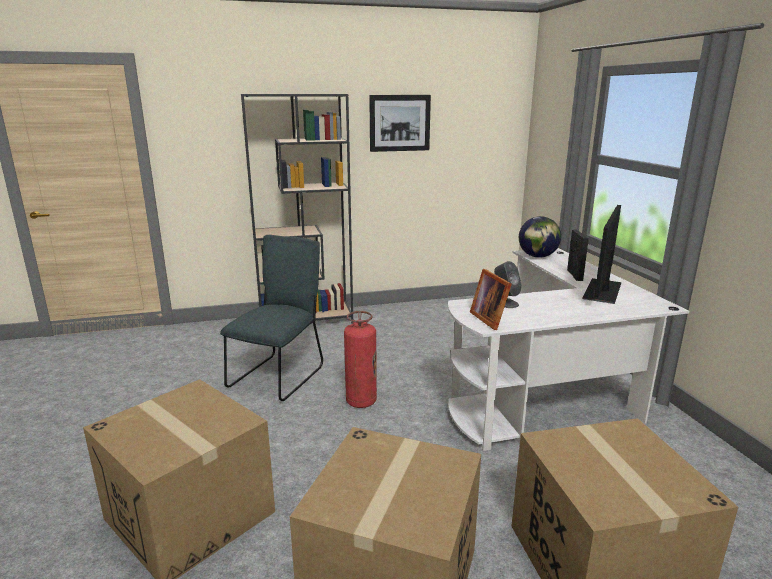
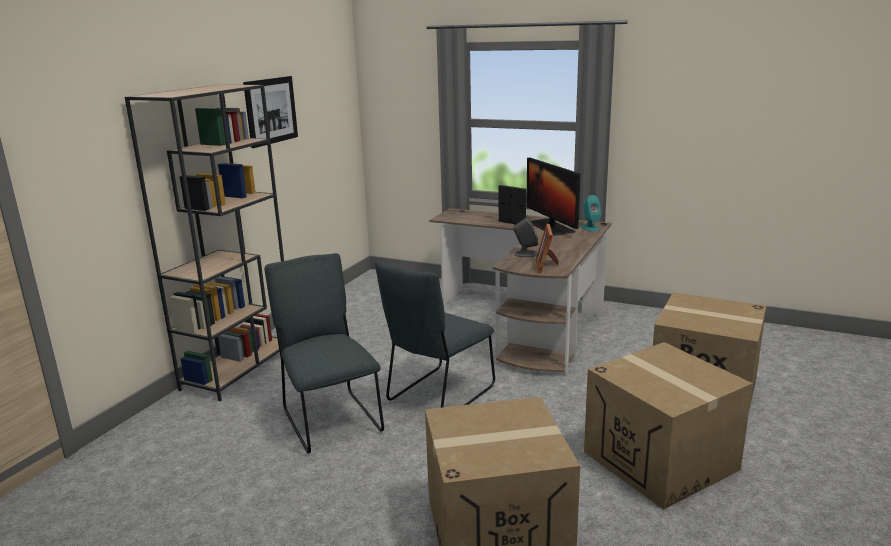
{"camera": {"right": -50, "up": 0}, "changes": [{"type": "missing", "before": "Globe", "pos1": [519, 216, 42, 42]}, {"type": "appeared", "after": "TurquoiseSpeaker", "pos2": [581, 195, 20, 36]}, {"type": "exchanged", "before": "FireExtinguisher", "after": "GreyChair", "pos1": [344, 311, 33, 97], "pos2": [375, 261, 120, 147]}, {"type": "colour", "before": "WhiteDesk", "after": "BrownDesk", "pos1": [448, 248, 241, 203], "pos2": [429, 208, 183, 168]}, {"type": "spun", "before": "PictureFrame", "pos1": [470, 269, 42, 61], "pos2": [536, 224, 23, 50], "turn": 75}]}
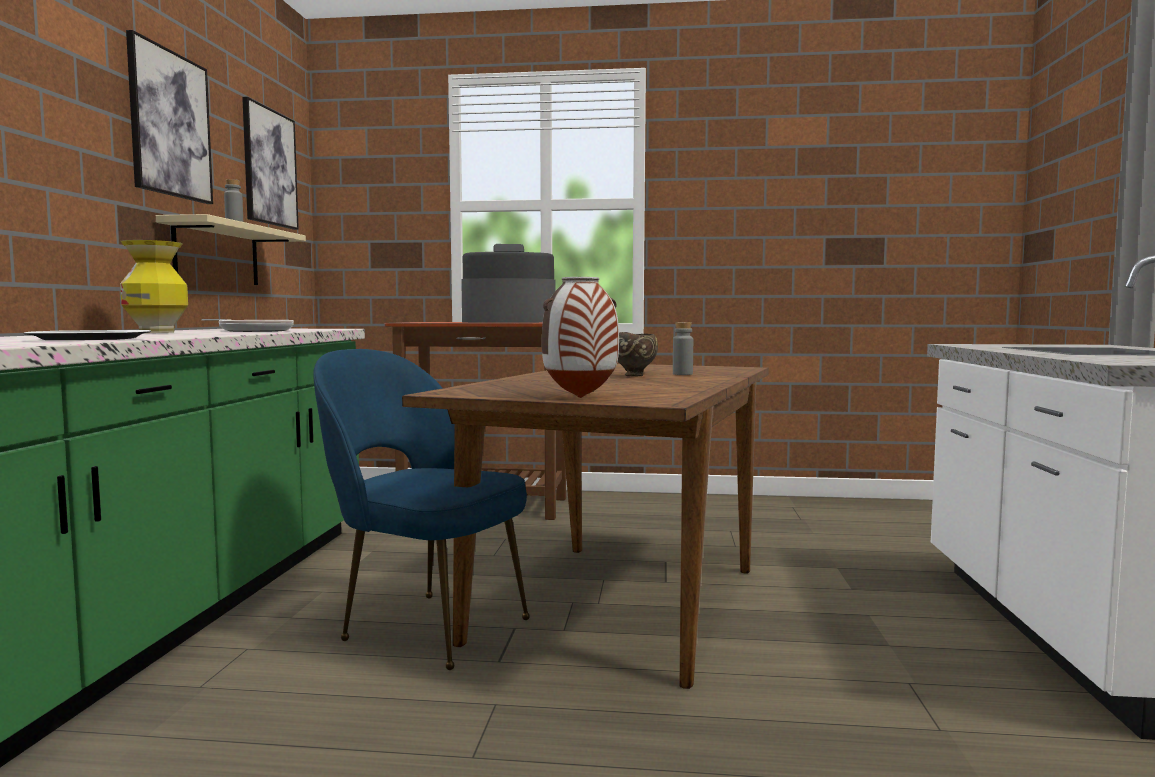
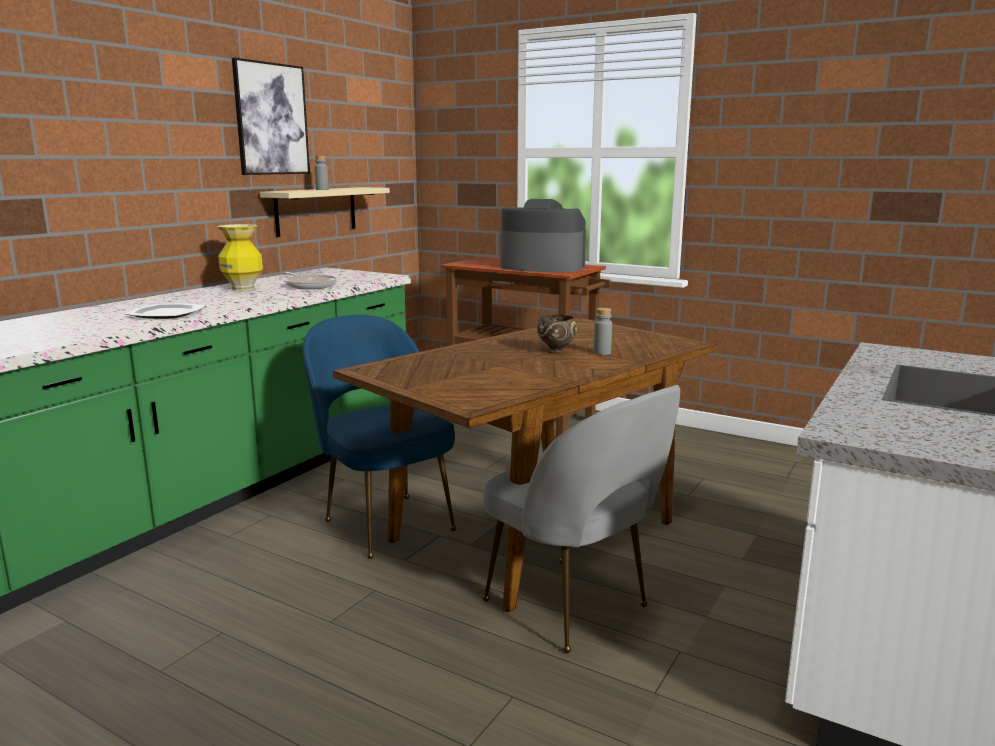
{"camera": {"right": 25, "up": 10}, "changes": [{"type": "missing", "before": "Picture", "pos1": [242, 97, 57, 133]}, {"type": "missing", "before": "Vase", "pos1": [542, 277, 77, 121]}, {"type": "appeared", "after": "GreyChair", "pos2": [483, 385, 197, 268]}]}
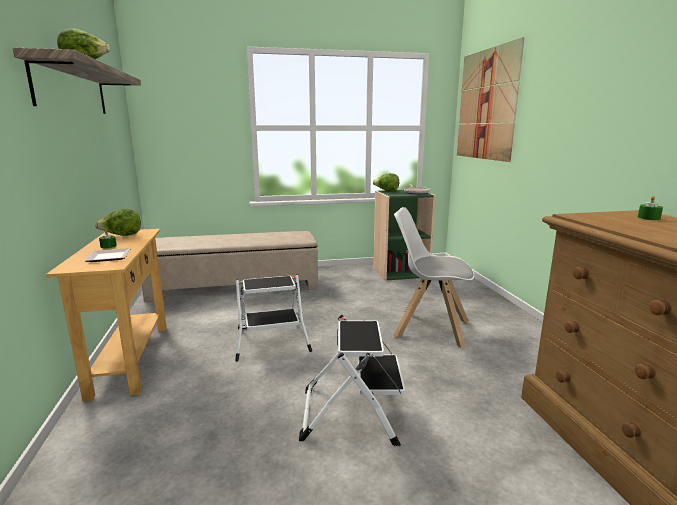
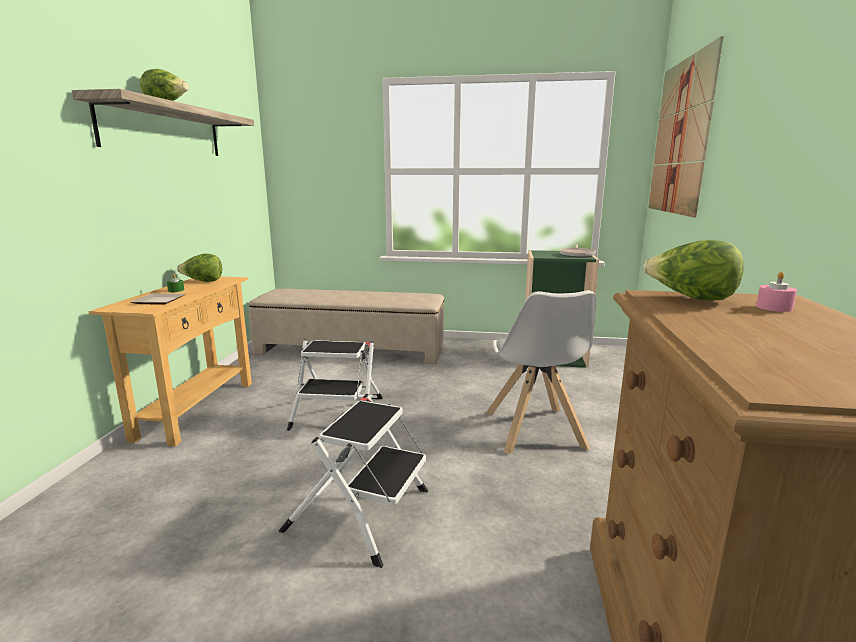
{"camera": {"right": 20, "up": 0}, "changes": [{"type": "relocated", "before": "Lettuce", "pos1": [373, 173, 26, 19], "pos2": [643, 240, 100, 61]}, {"type": "colour", "before": "GreenCandle", "after": "PinkCandle", "pos1": [638, 196, 25, 24], "pos2": [756, 271, 41, 41]}, {"type": "spun", "before": "Chair", "pos1": [393, 207, 81, 141], "pos2": [486, 290, 111, 165], "turn": -135}]}
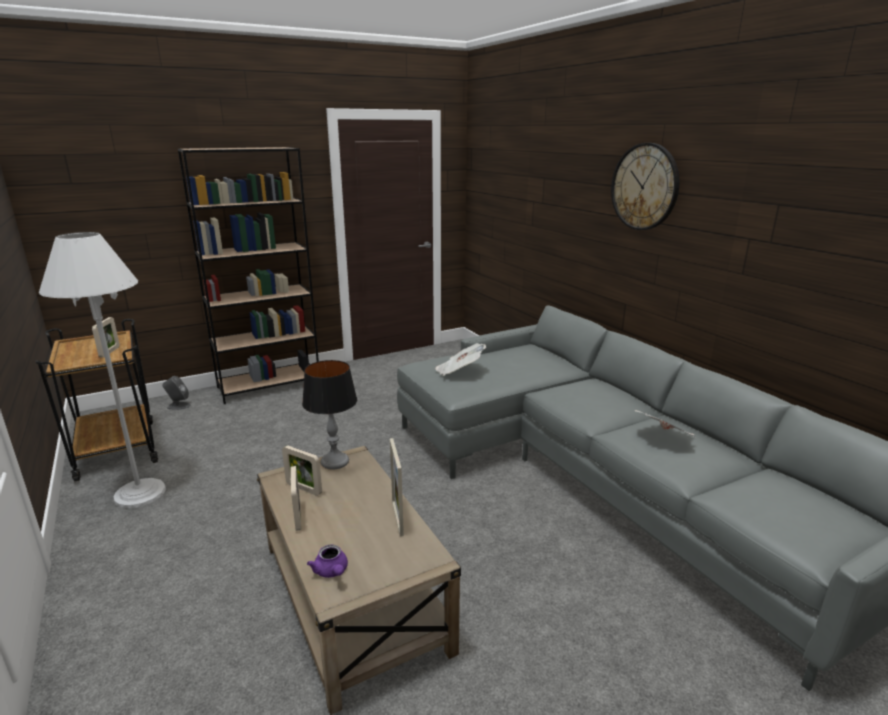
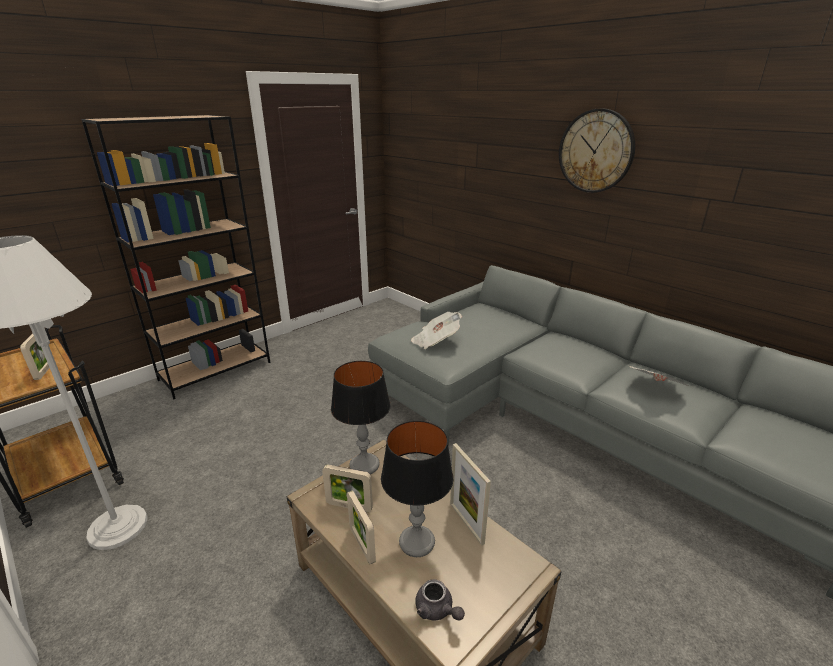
{"camera": {"right": -15, "up": 5}, "changes": [{"type": "missing", "before": "GreySpeaker", "pos1": [163, 376, 28, 34]}, {"type": "appeared", "after": "TableLamp", "pos2": [381, 421, 72, 136]}, {"type": "colour", "before": "PurpleTeapot", "after": "GreyTeapot", "pos1": [307, 544, 41, 34], "pos2": [415, 579, 50, 41]}]}
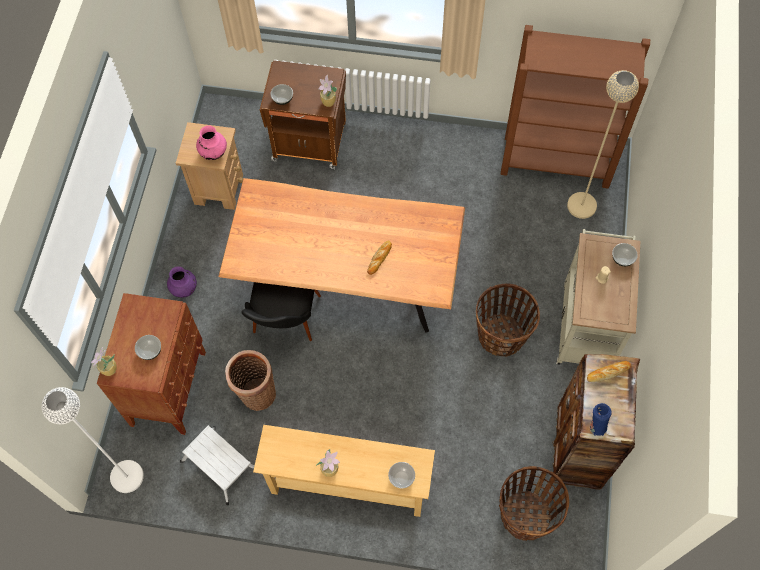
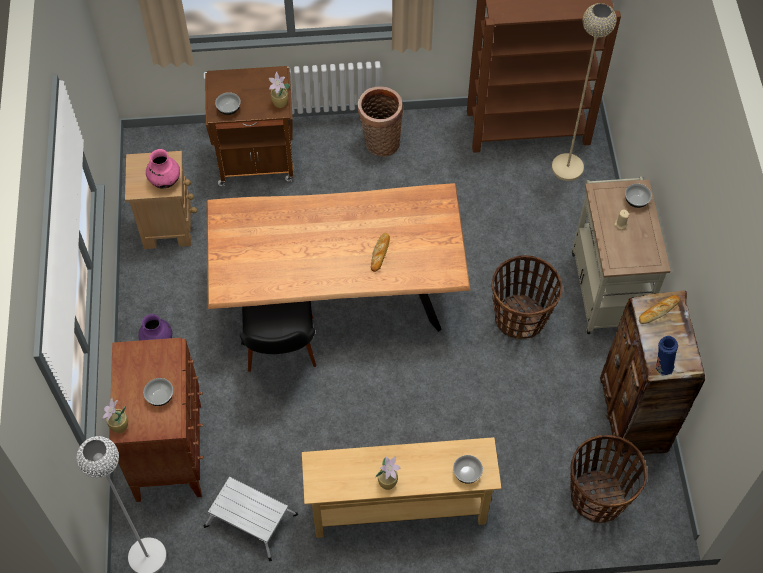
{"camera": {"right": -15, "up": -5}, "changes": [{"type": "relocated", "before": "Basket", "pos1": [225, 350, 51, 61], "pos2": [357, 86, 46, 71]}]}
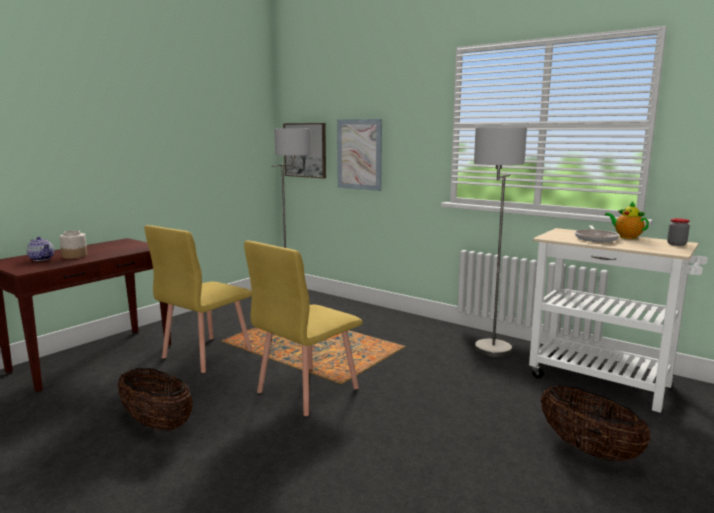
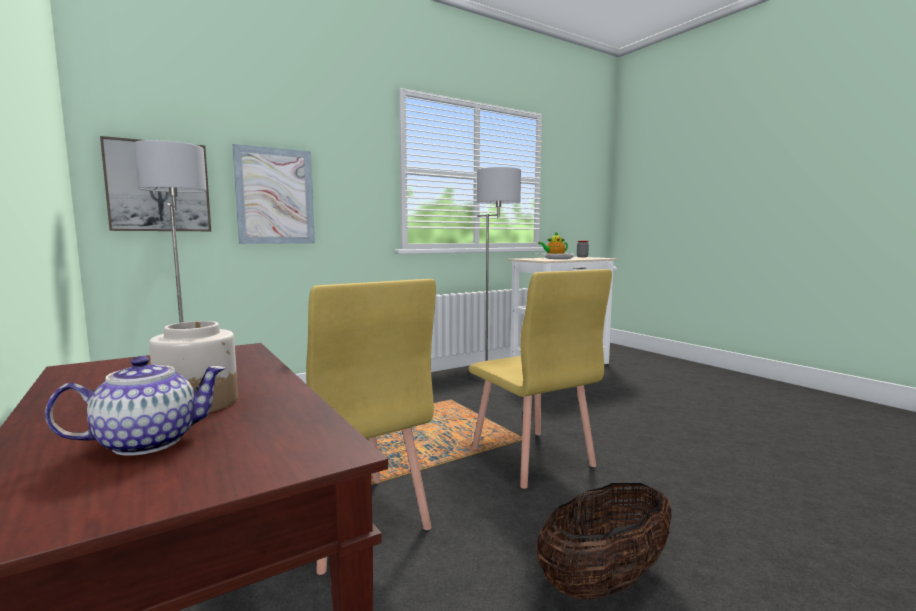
{"camera": {"right": -70, "up": -5}, "changes": [{"type": "missing", "before": "Basket", "pos1": [540, 385, 111, 77]}]}
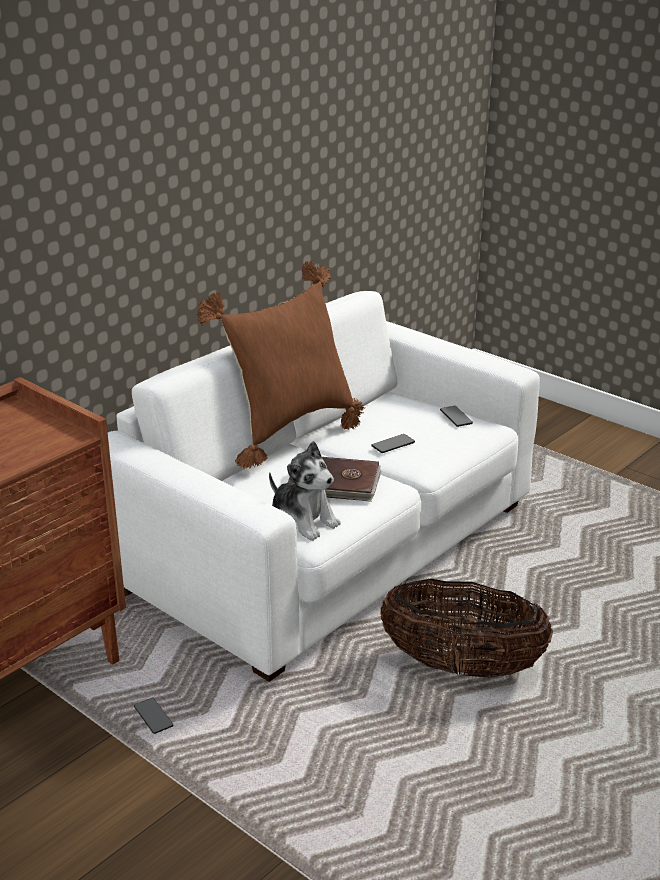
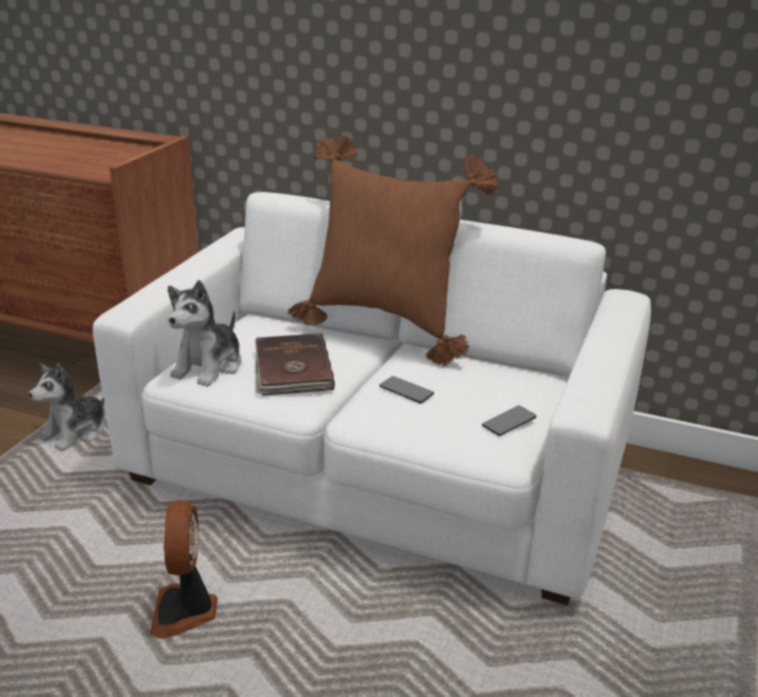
{"camera": {"right": 70, "up": 0}, "changes": [{"type": "exchanged", "before": "Phone", "after": "PlushToy", "pos1": [134, 698, 40, 36], "pos2": [29, 363, 76, 88]}, {"type": "exchanged", "before": "Basket", "after": "Fan", "pos1": [380, 579, 173, 99], "pos2": [150, 500, 68, 139]}]}
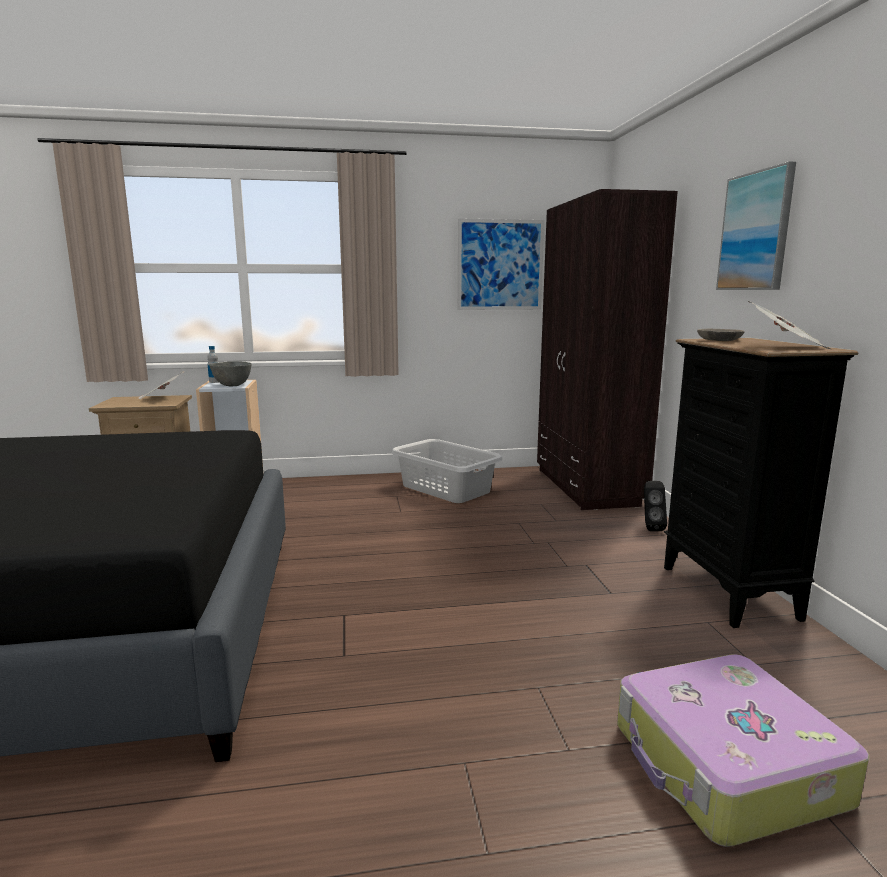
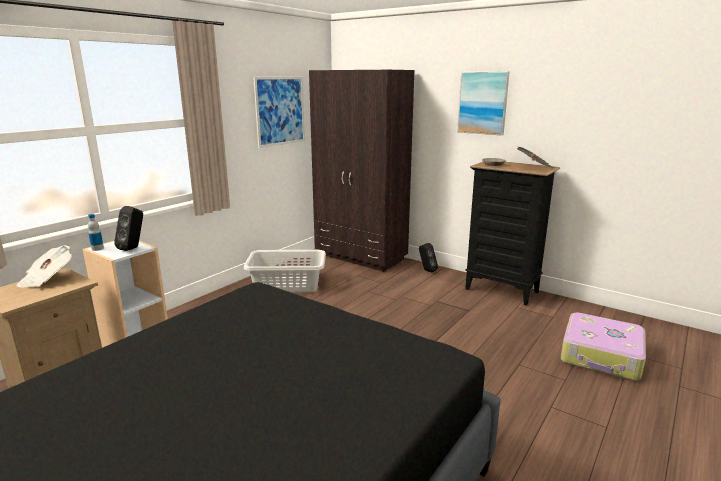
{"camera": {"right": -45, "up": 5}, "changes": [{"type": "exchanged", "before": "GreyBowl", "after": "BlackSpeaker", "pos1": [209, 361, 43, 26], "pos2": [114, 206, 29, 45]}]}
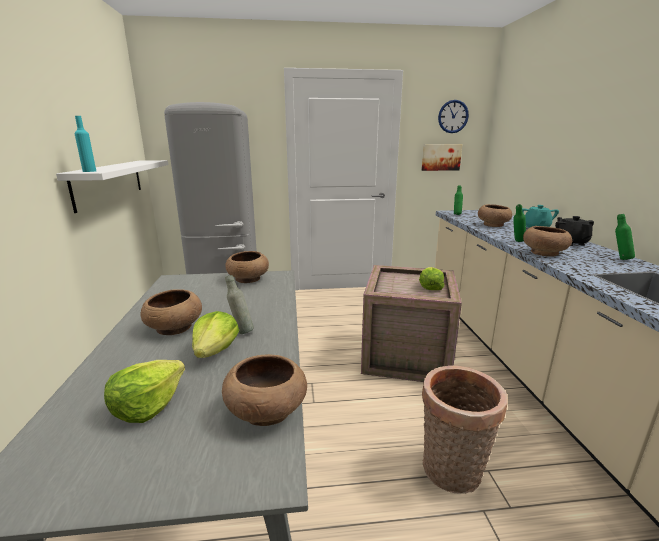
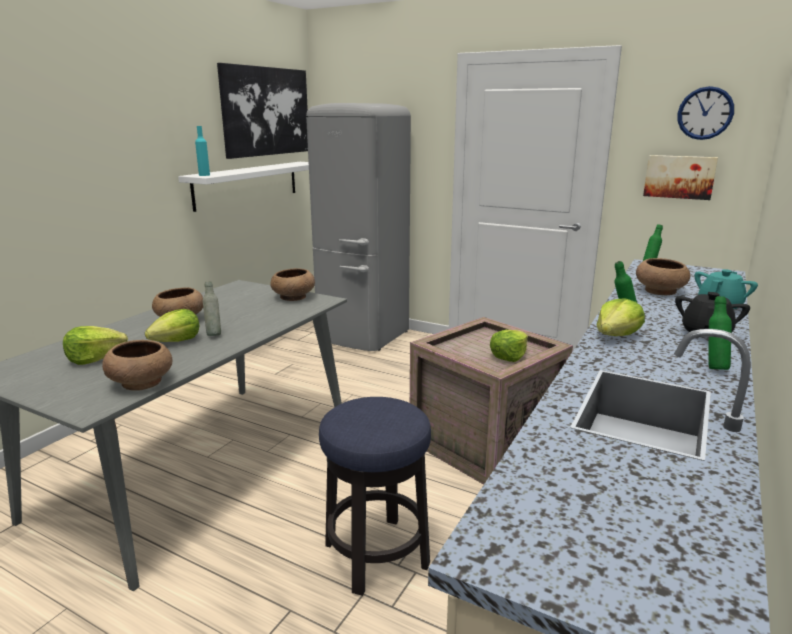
{"camera": {"right": 35, "up": 0}, "changes": [{"type": "appeared", "after": "Picture", "pos2": [217, 63, 91, 96]}, {"type": "exchanged", "before": "Basket", "after": "Stool", "pos1": [422, 366, 86, 128], "pos2": [319, 397, 112, 199]}, {"type": "exchanged", "before": "BrownBowl", "after": "Lettuce", "pos1": [523, 226, 49, 31], "pos2": [597, 298, 48, 38]}]}
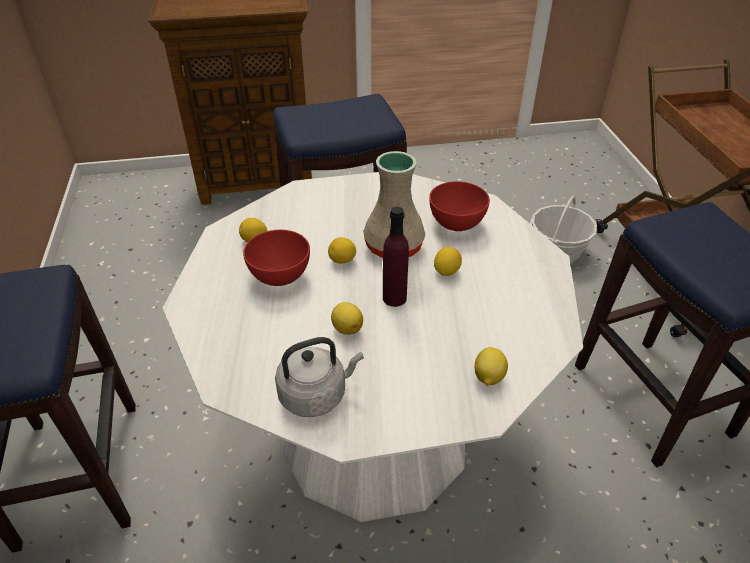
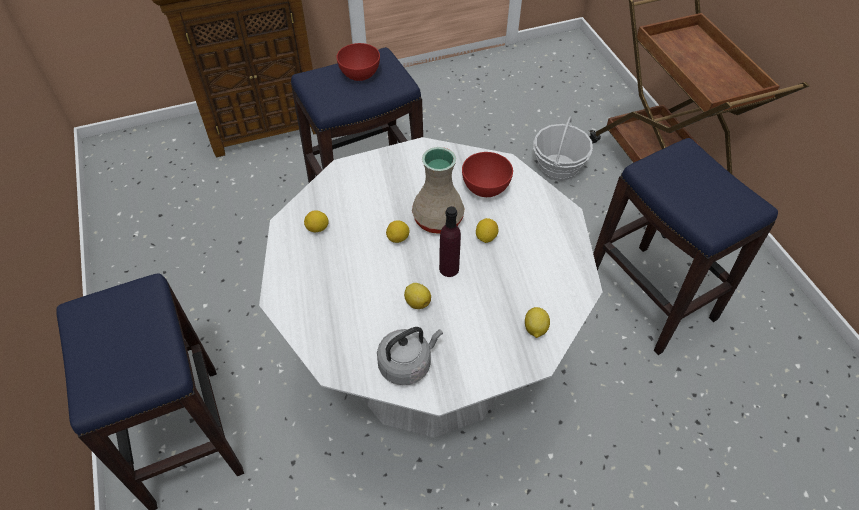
{"camera": {"right": -10, "up": 10}, "changes": [{"type": "relocated", "before": "RedBowl", "pos1": [243, 230, 67, 56], "pos2": [336, 43, 44, 38]}]}
